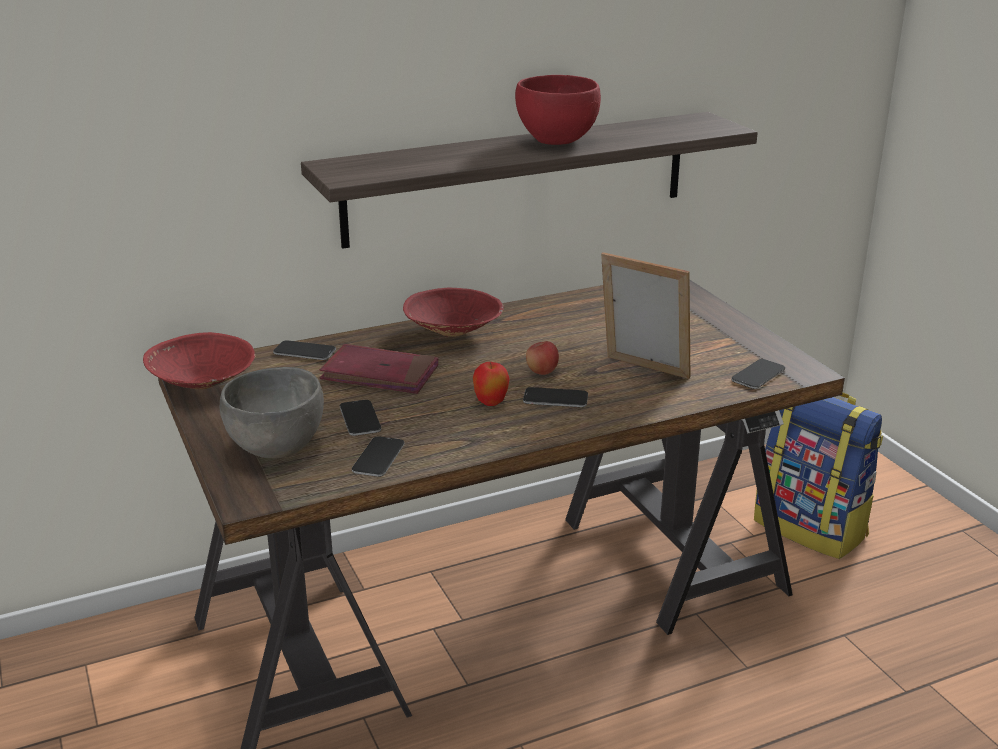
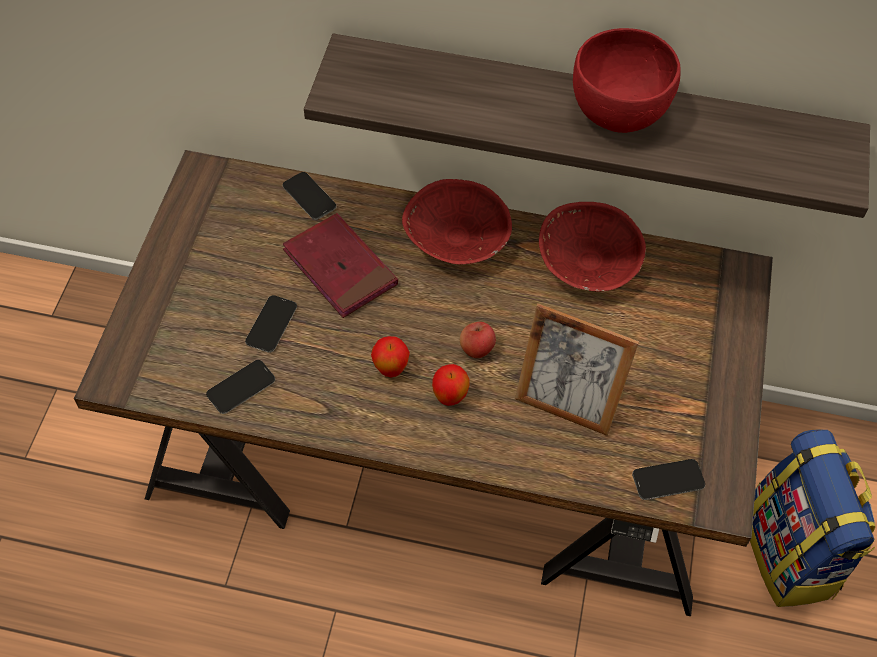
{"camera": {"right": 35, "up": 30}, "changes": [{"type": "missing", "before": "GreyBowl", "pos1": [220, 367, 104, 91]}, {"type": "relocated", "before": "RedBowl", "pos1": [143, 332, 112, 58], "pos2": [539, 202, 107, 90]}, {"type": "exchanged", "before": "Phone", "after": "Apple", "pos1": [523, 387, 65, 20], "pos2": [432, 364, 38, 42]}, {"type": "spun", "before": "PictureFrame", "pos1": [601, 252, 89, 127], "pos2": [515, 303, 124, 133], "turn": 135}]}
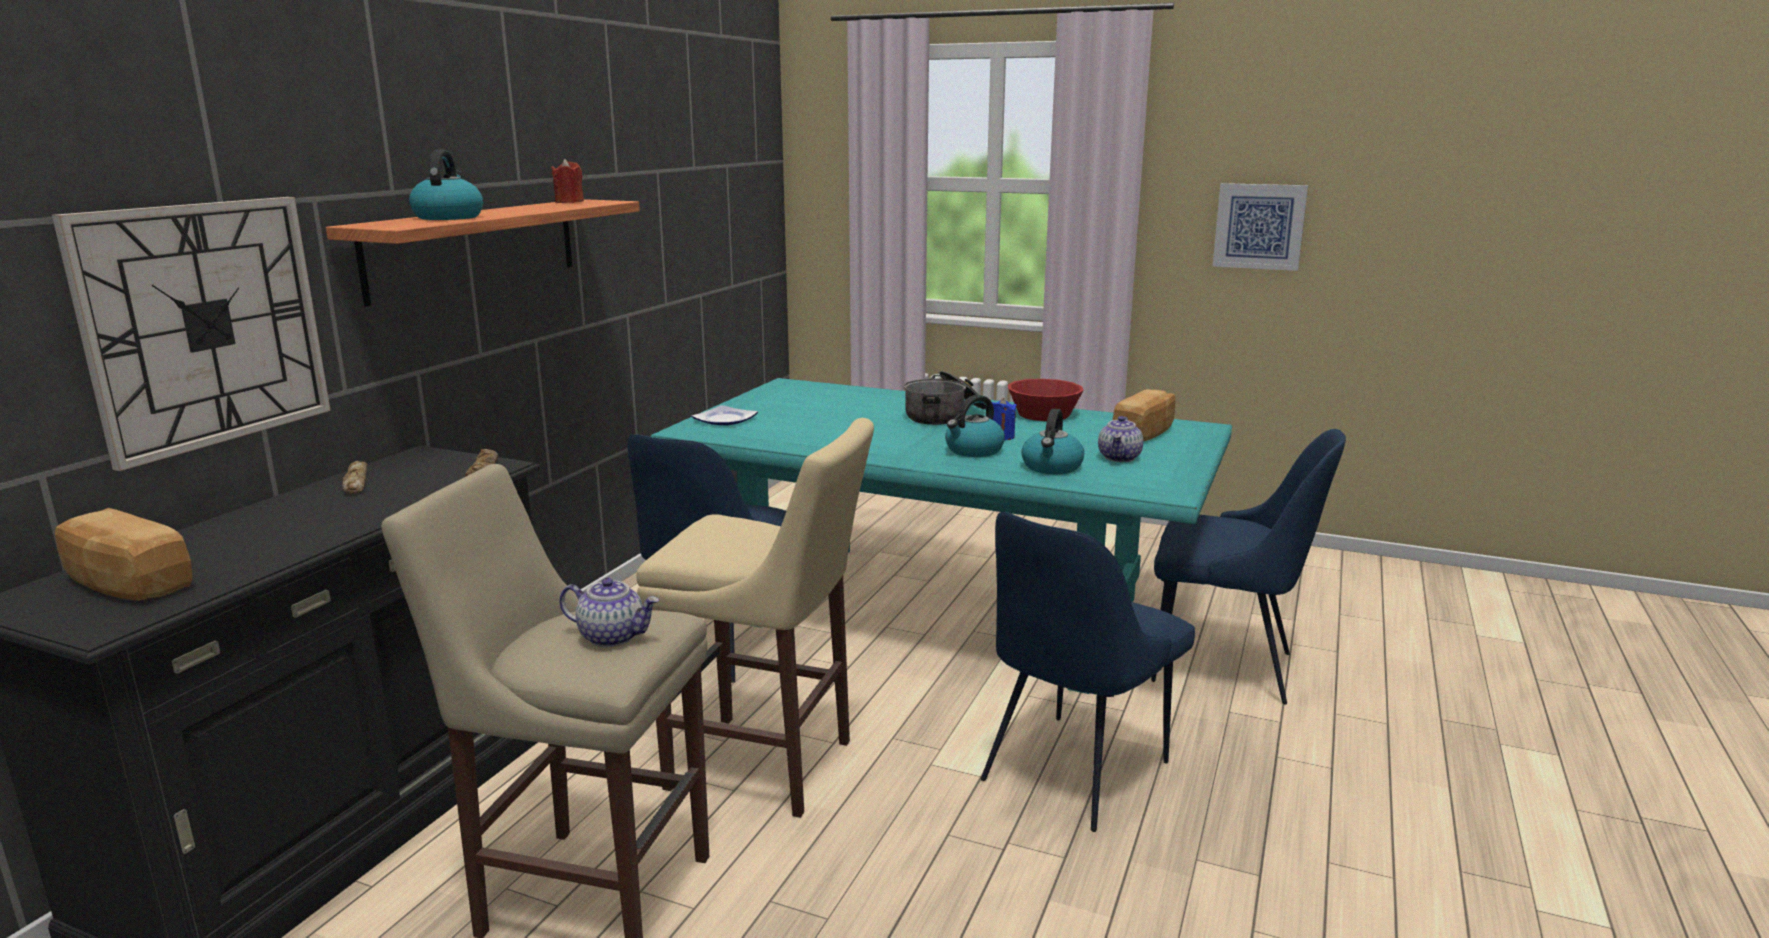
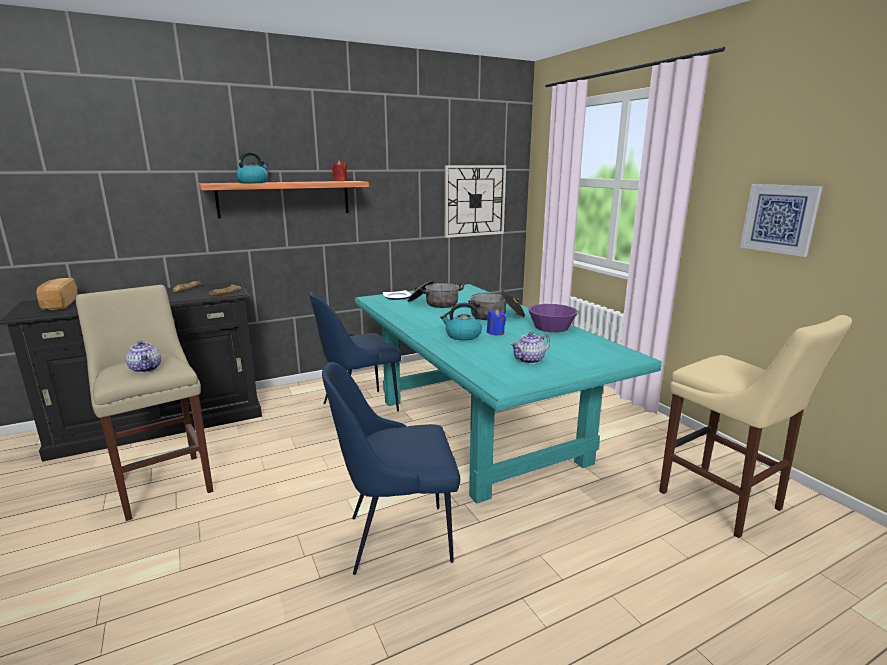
{"camera": {"right": 40, "up": 0}, "changes": [{"type": "missing", "before": "Kettle", "pos1": [1021, 409, 63, 65]}, {"type": "missing", "before": "Bread", "pos1": [1113, 389, 63, 52]}, {"type": "missing", "before": "BlueChair", "pos1": [1151, 429, 195, 275]}, {"type": "appeared", "after": "CookingPot", "pos2": [407, 281, 57, 27]}, {"type": "relocated", "before": "WallClock", "pos1": [52, 197, 279, 274], "pos2": [445, 165, 61, 73]}, {"type": "relocated", "before": "BeigeStool", "pos1": [636, 418, 238, 400], "pos2": [659, 315, 193, 223]}, {"type": "colour", "before": "RedBowl", "after": "PurpleBowl", "pos1": [1008, 379, 76, 42], "pos2": [528, 304, 50, 28]}]}
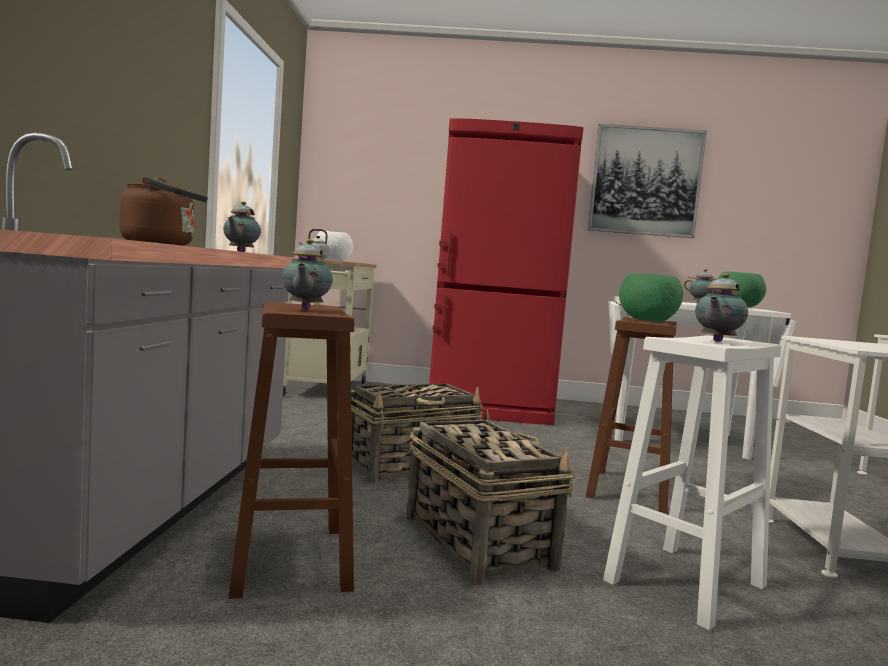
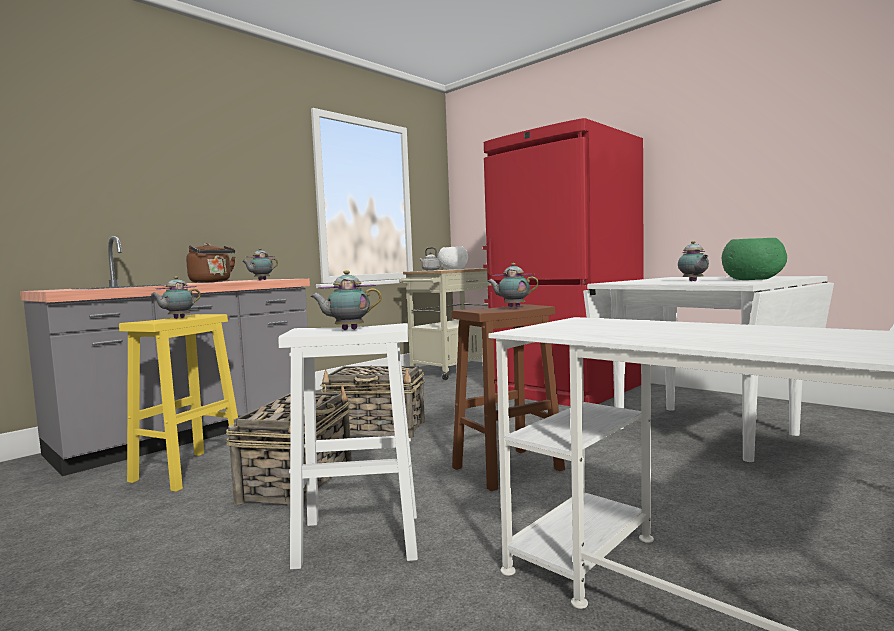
{"camera": {"right": 40, "up": 0}, "changes": [{"type": "missing", "before": "Picture", "pos1": [588, 124, 119, 114]}, {"type": "exchanged", "before": "GreenBowl", "after": "Teapot", "pos1": [619, 273, 65, 49], "pos2": [487, 263, 52, 44]}, {"type": "colour", "before": "BrownStool", "after": "YellowStool", "pos1": [228, 302, 127, 297], "pos2": [119, 314, 119, 178]}]}
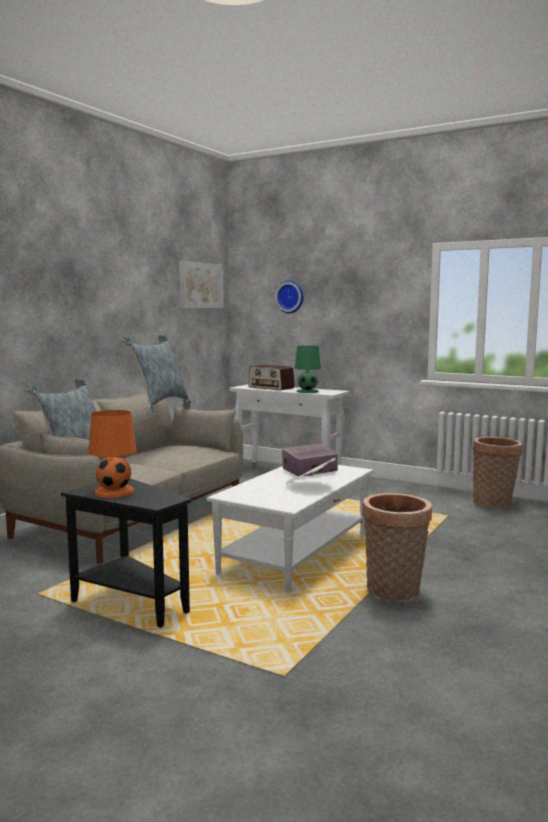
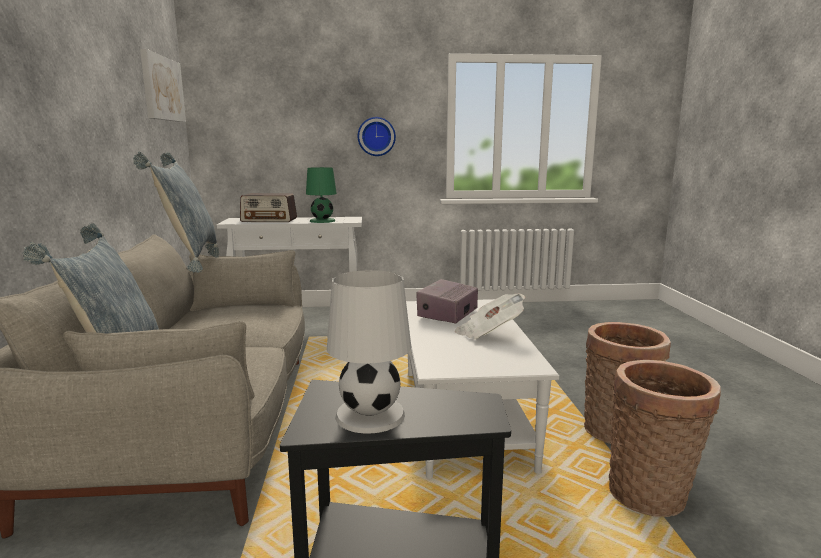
{"camera": {"right": -35, "up": 5}, "changes": [{"type": "relocated", "before": "WallClock", "pos1": [275, 280, 29, 33], "pos2": [358, 117, 38, 39]}, {"type": "relocated", "before": "Basket", "pos1": [473, 437, 49, 72], "pos2": [609, 360, 112, 157]}, {"type": "colour", "before": "OrangeTableLamp", "after": "WhiteTableLamp", "pos1": [89, 410, 48, 88], "pos2": [327, 270, 84, 164]}]}
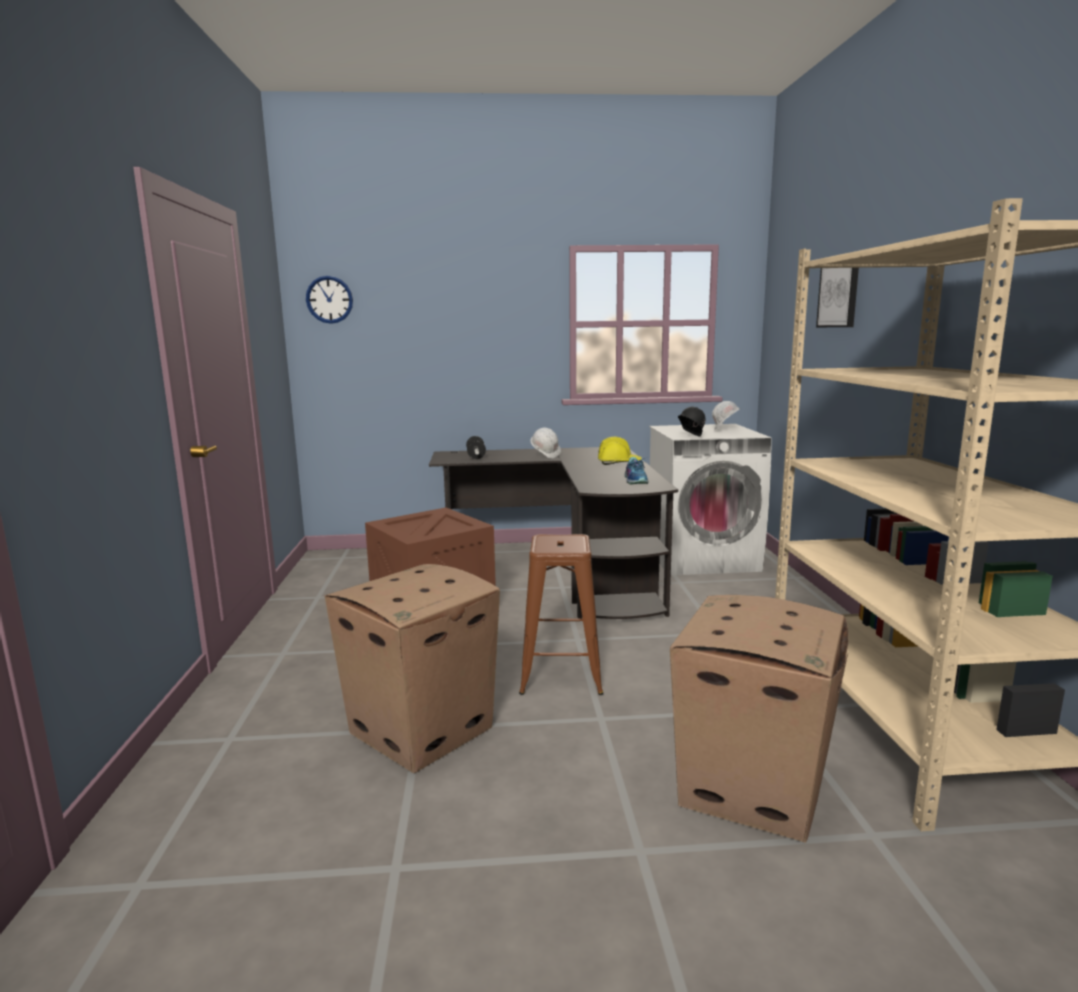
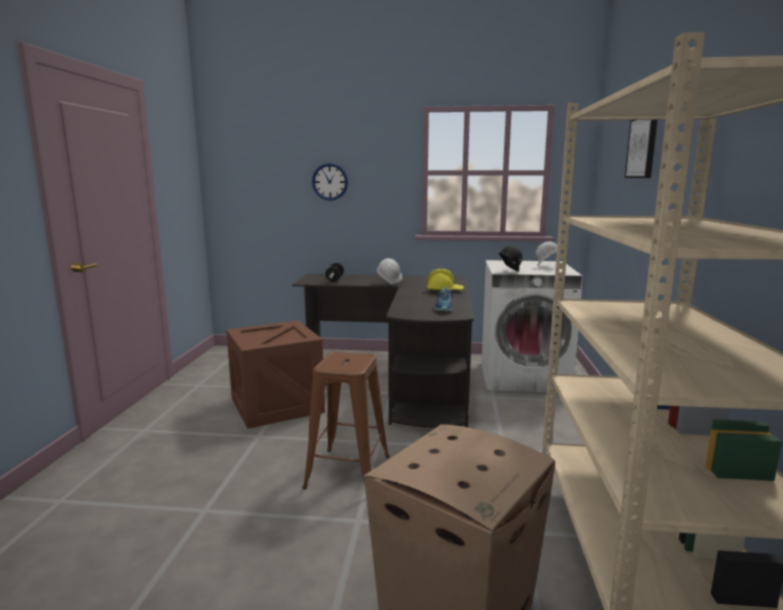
{"camera": {"right": 10, "up": 0}, "changes": [{"type": "missing", "before": "CardboardBox", "pos1": [324, 564, 176, 209]}, {"type": "relocated", "before": "WallClock", "pos1": [306, 276, 47, 48], "pos2": [312, 163, 36, 38]}]}
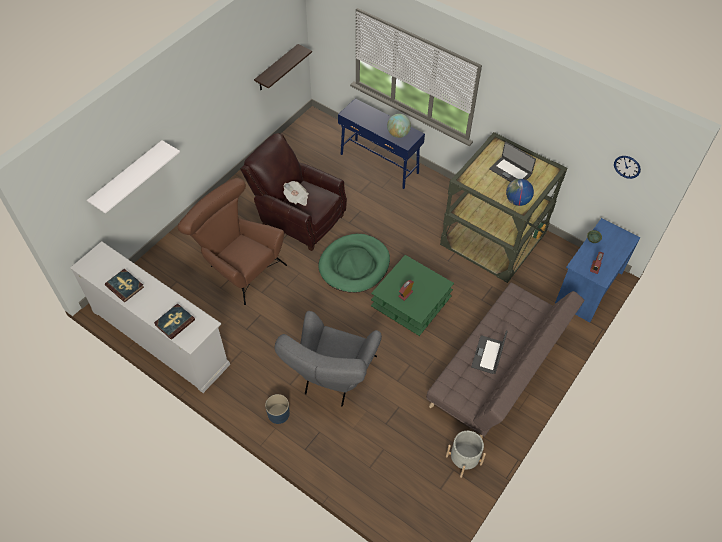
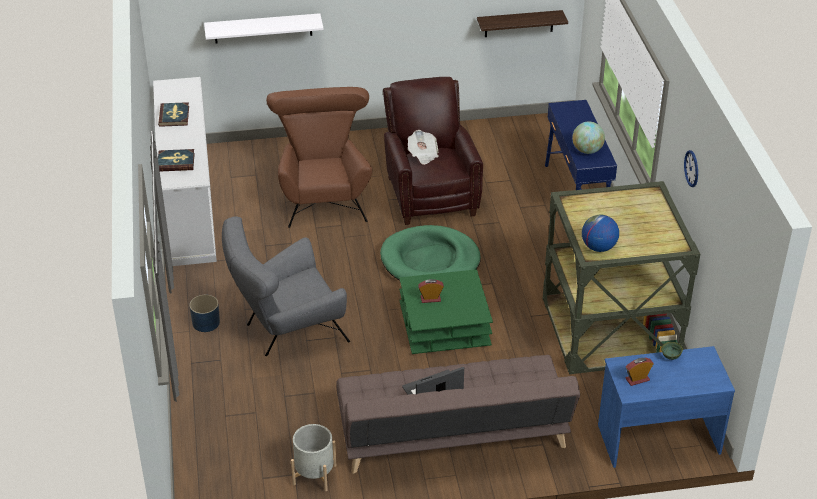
{"camera": {"right": 45, "up": -15}, "changes": [{"type": "missing", "before": "Laptop", "pos1": [489, 142, 47, 40]}, {"type": "relocated", "before": "WallClock", "pos1": [614, 156, 27, 23], "pos2": [684, 150, 14, 37]}]}
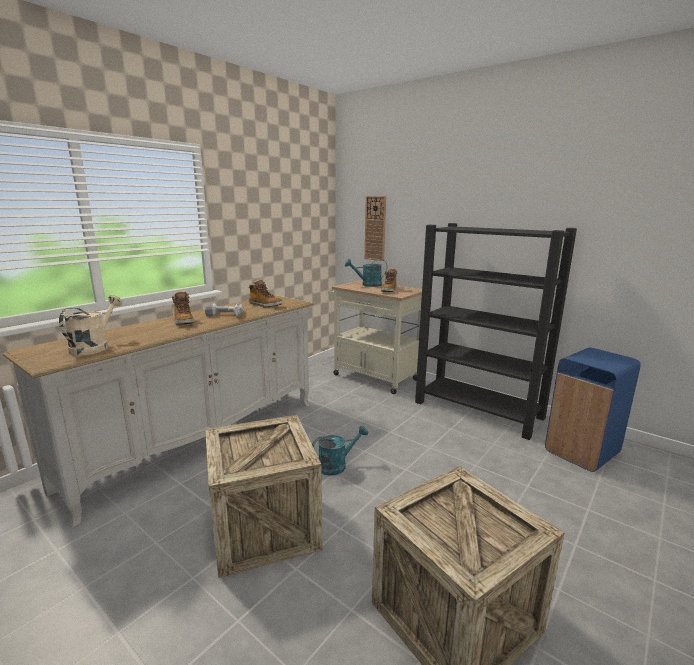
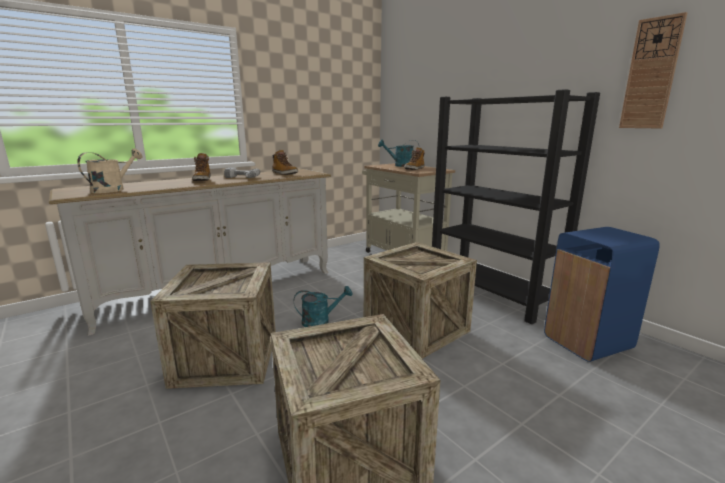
{"camera": {"right": 15, "up": 0}, "changes": [{"type": "appeared", "after": "Crate", "pos2": [364, 242, 113, 117]}, {"type": "relocated", "before": "WallClock", "pos1": [364, 196, 22, 65], "pos2": [619, 12, 68, 117]}]}
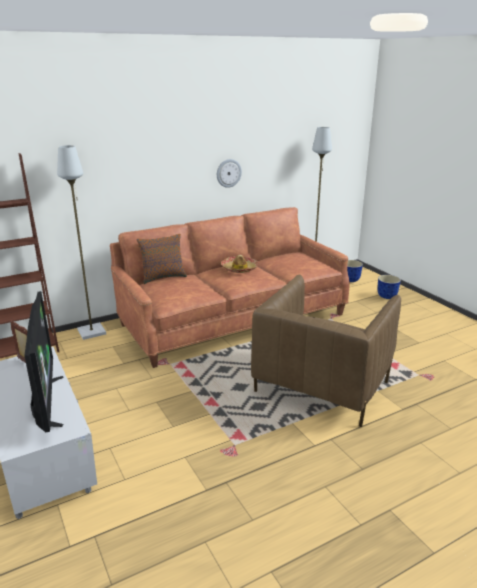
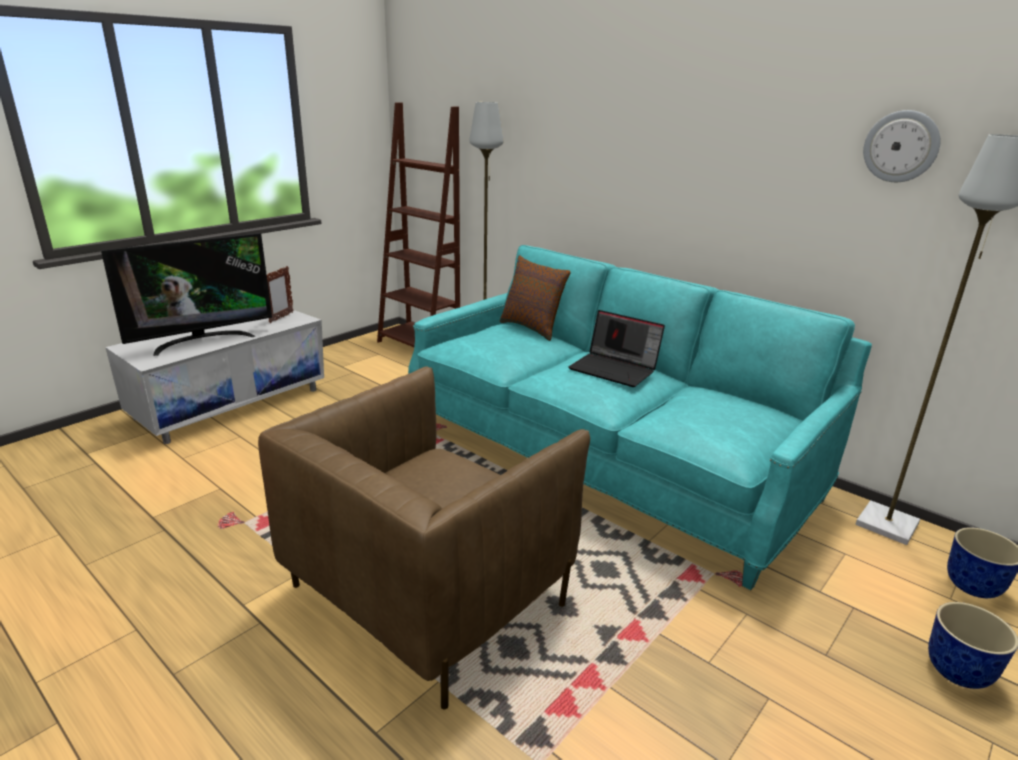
{"camera": {"right": 70, "up": 0}, "changes": [{"type": "relocated", "before": "WallClock", "pos1": [217, 159, 25, 29], "pos2": [863, 110, 78, 72]}, {"type": "exchanged", "before": "Hat", "after": "Laptop", "pos1": [221, 255, 38, 18], "pos2": [568, 310, 97, 77]}, {"type": "colour", "before": "BrownSofa", "after": "TurquoiseSofa", "pos1": [110, 207, 240, 161], "pos2": [408, 245, 464, 345]}, {"type": "spun", "before": "BrownArmchair", "pos1": [251, 275, 150, 152], "pos2": [258, 366, 332, 344], "turn": -60}]}
